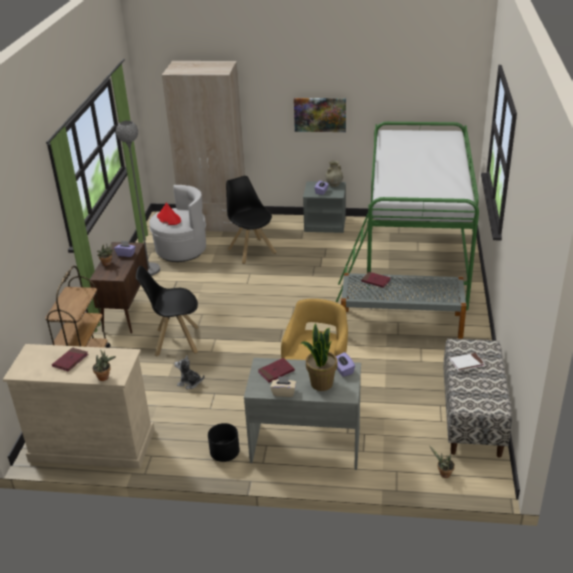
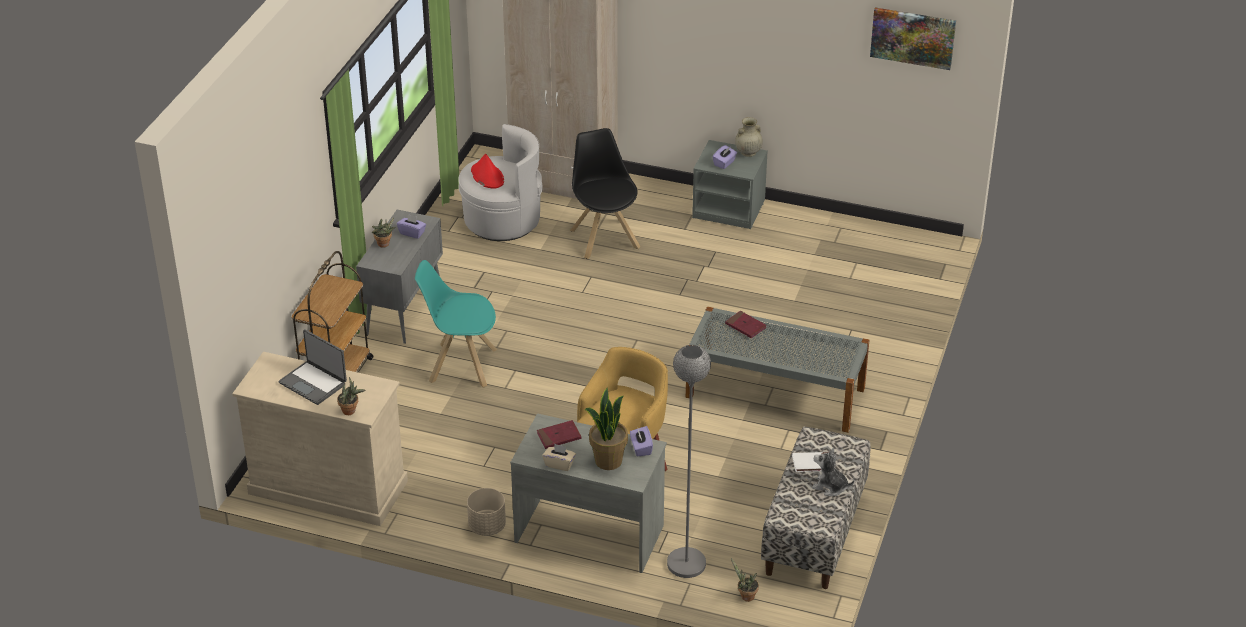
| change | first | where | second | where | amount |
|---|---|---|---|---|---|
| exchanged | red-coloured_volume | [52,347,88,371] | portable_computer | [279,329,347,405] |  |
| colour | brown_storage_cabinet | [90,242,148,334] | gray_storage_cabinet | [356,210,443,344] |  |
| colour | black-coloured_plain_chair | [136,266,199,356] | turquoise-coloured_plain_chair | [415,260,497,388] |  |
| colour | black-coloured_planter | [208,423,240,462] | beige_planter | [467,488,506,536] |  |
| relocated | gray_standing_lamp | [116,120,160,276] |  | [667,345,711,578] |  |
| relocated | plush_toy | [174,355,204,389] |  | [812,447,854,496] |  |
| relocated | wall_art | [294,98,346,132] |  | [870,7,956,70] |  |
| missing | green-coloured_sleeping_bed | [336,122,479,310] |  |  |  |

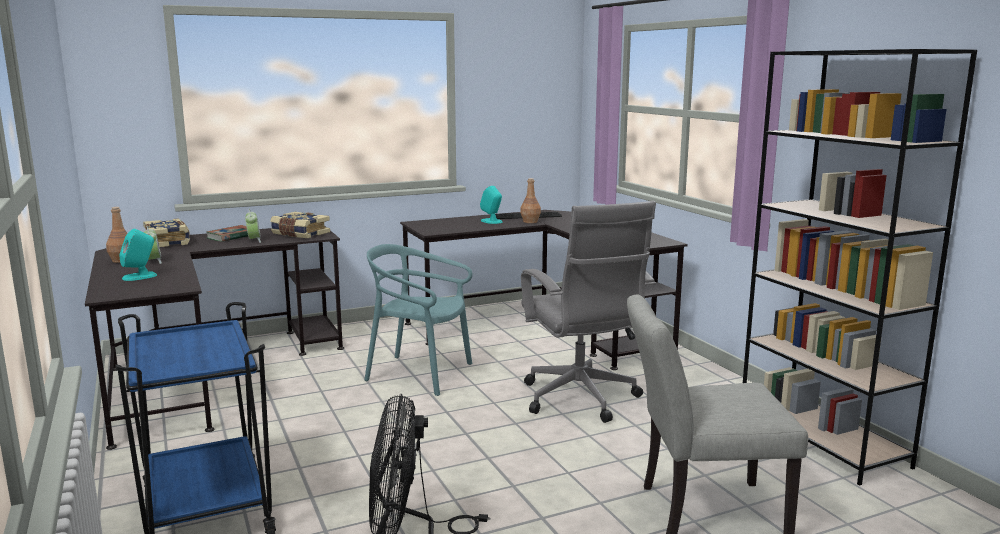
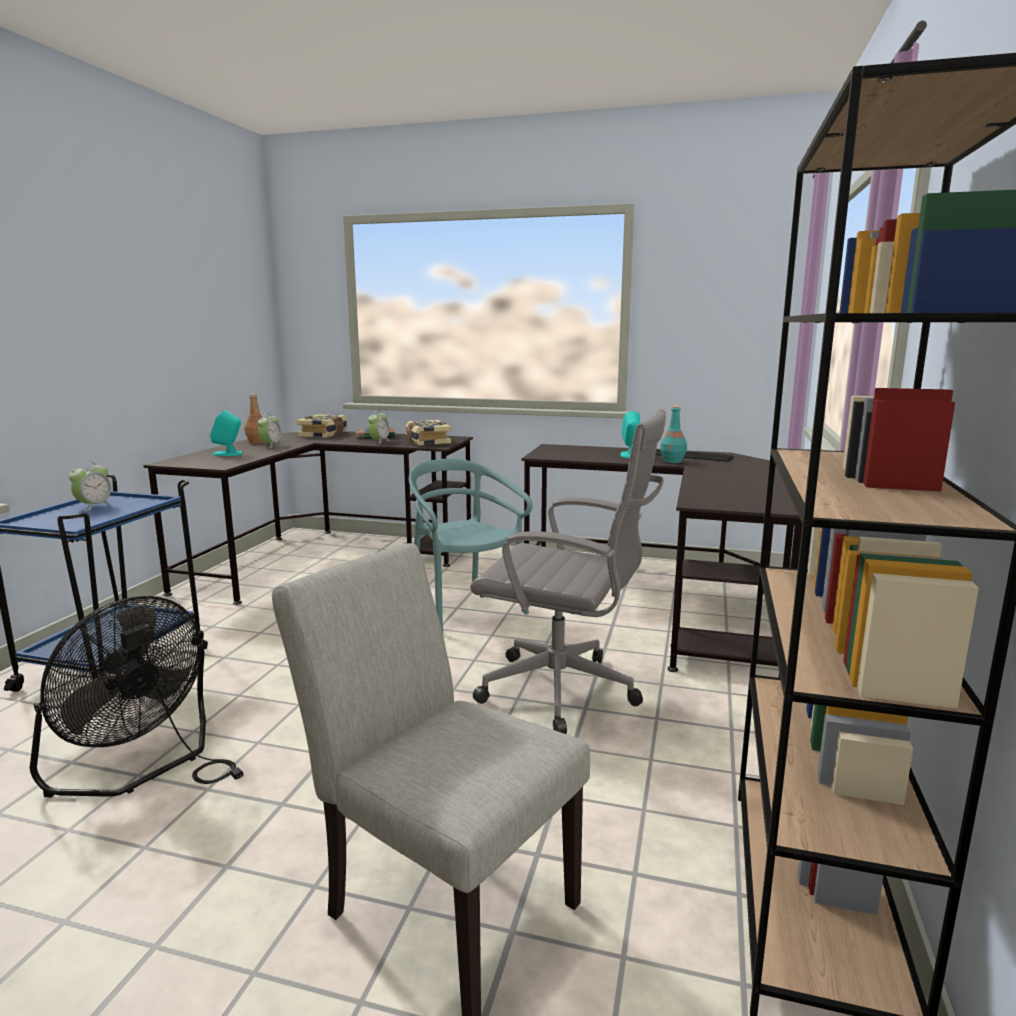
| change | first | where | second | where | amount |
|---|---|---|---|---|---|
| appeared |  |  | bedside_clock | [69,461,115,511] |  |
| spun | gray_office_chair | [521,201,656,423] |  | [470,409,666,734] | 90 degrees counterclockwise |
| colour | brown_bottle | [520,178,541,223] | turquoise-coloured_bottle | [660,406,687,463] |  |

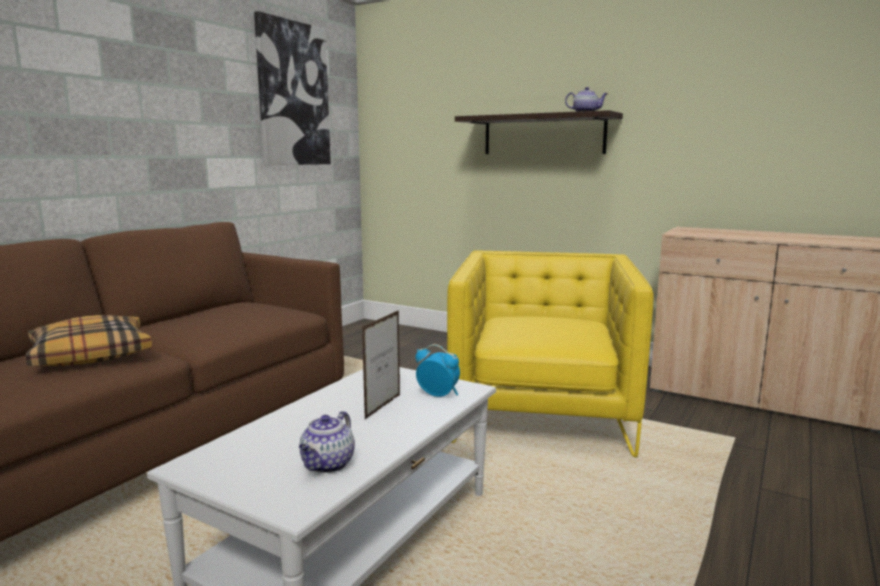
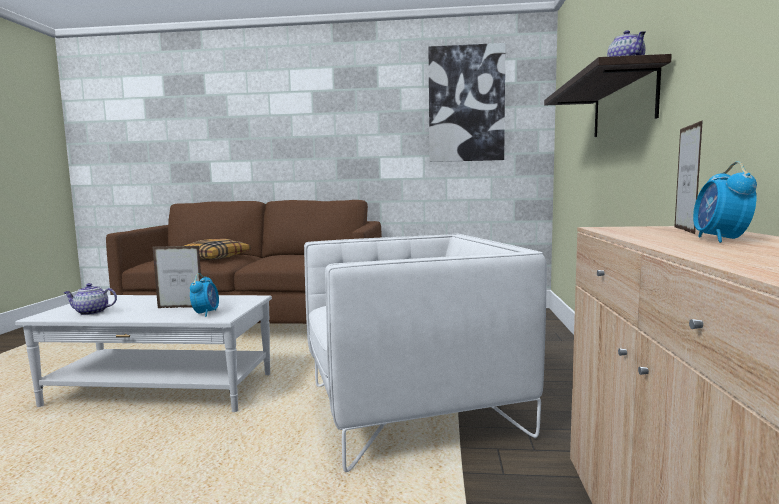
| change | first | where | second | where | amount |
|---|---|---|---|---|---|
| colour | yellow_lounge_chair | [447,250,653,457] | white-coloured_lounge_chair | [304,234,547,472] |  |
| appeared |  |  | picture_frame | [674,120,703,234] |  |
| appeared |  |  | bedside_clock | [693,161,757,243] |  |

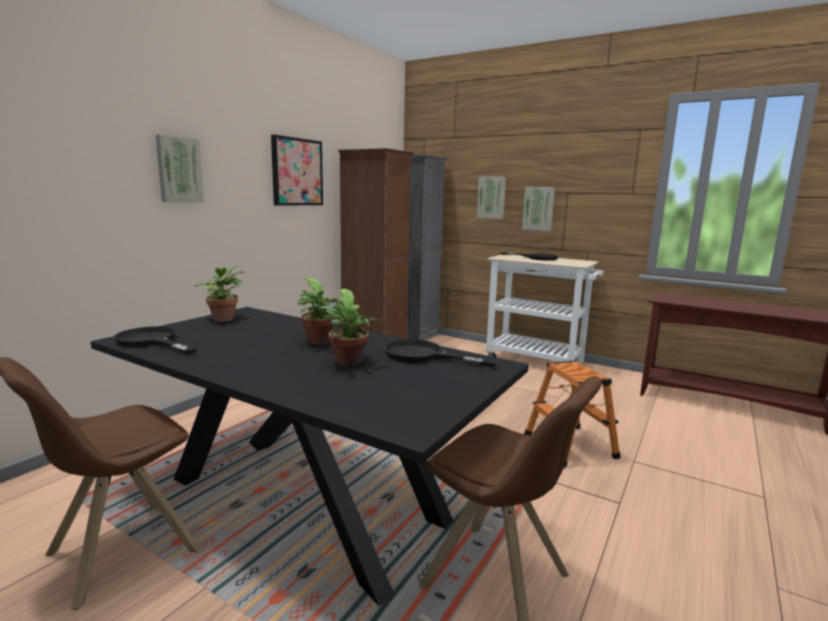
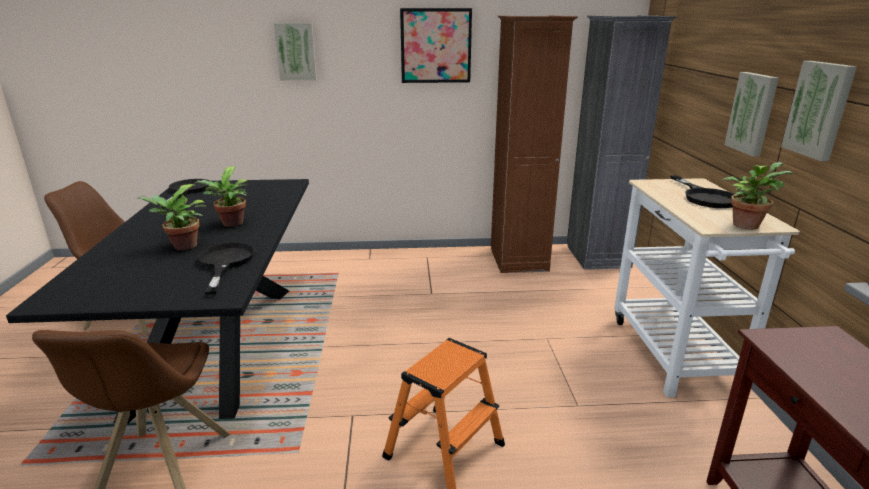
| change | first | where | second | where | amount |
|---|---|---|---|---|---|
| relocated | plant_in_a_pot | [194,266,244,322] |  | [723,162,792,230] |  |
| relocated | wall_art | [477,177,506,219] |  | [781,61,857,161] |  |

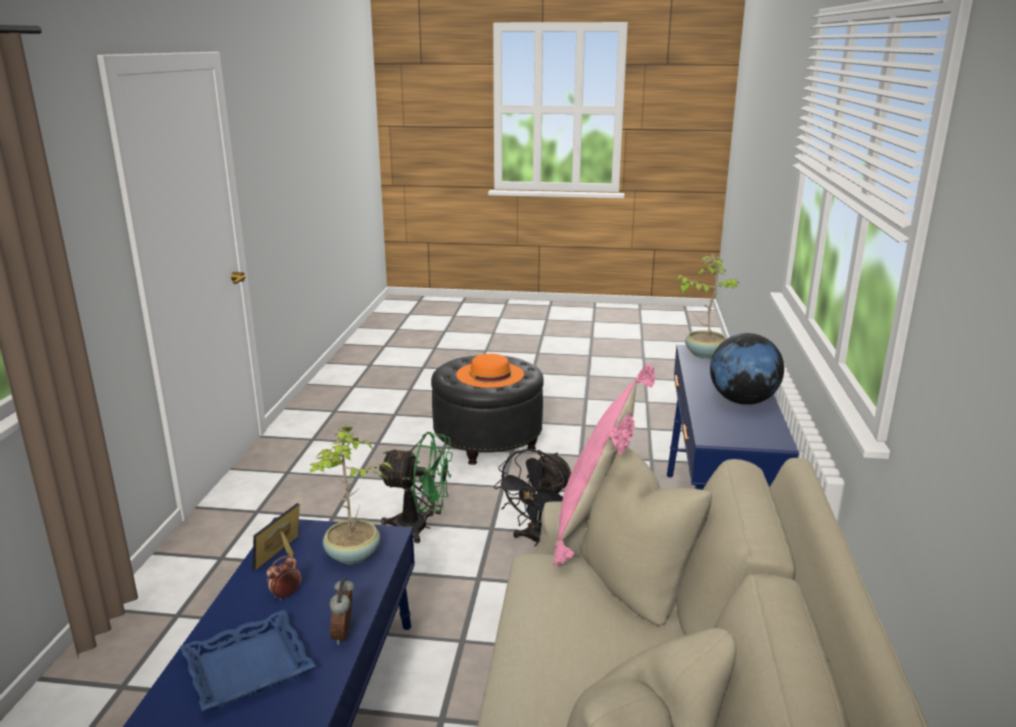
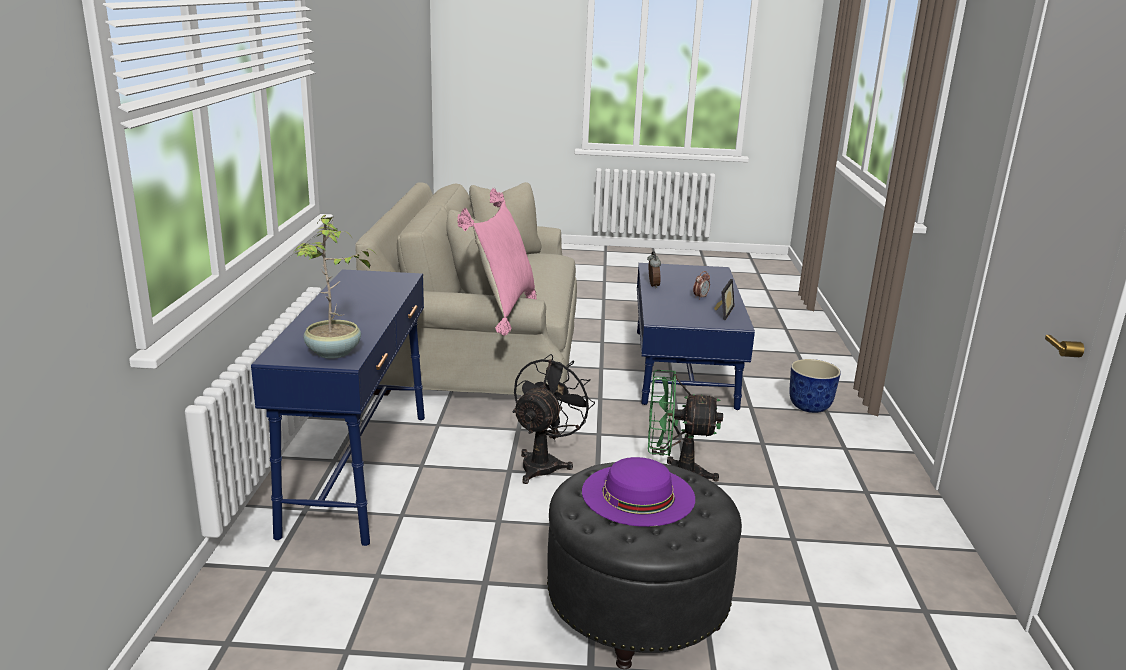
| change | first | where | second | where | amount |
|---|---|---|---|---|---|
| colour | orange-coloured_wearable_hat | [456,354,524,388] | purple-coloured_wearable_hat | [582,457,695,527] |  |
| appeared |  |  | planter | [789,359,841,413] |  |
| missing | blue-coloured_tray | [180,610,316,711] |  |  |  |
| missing | plant_in_a_pot | [310,424,393,565] |  |  |  |
| missing | desk_globe | [710,333,784,405] |  |  |  |

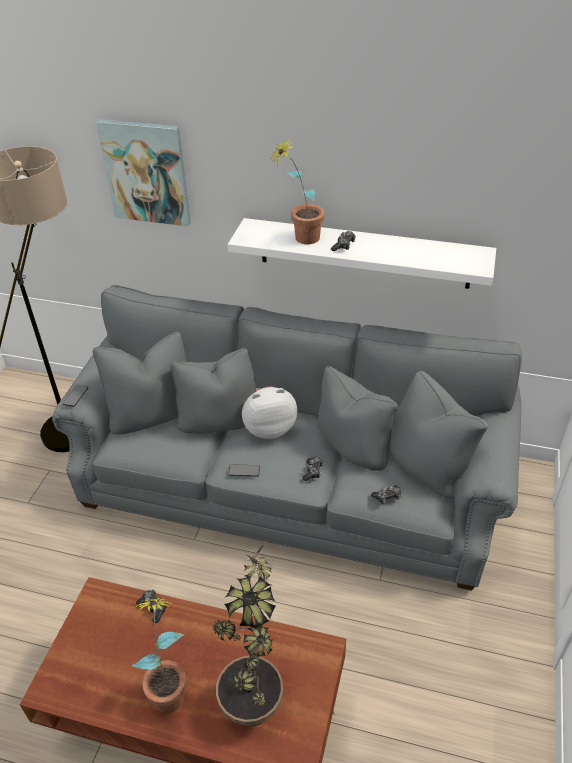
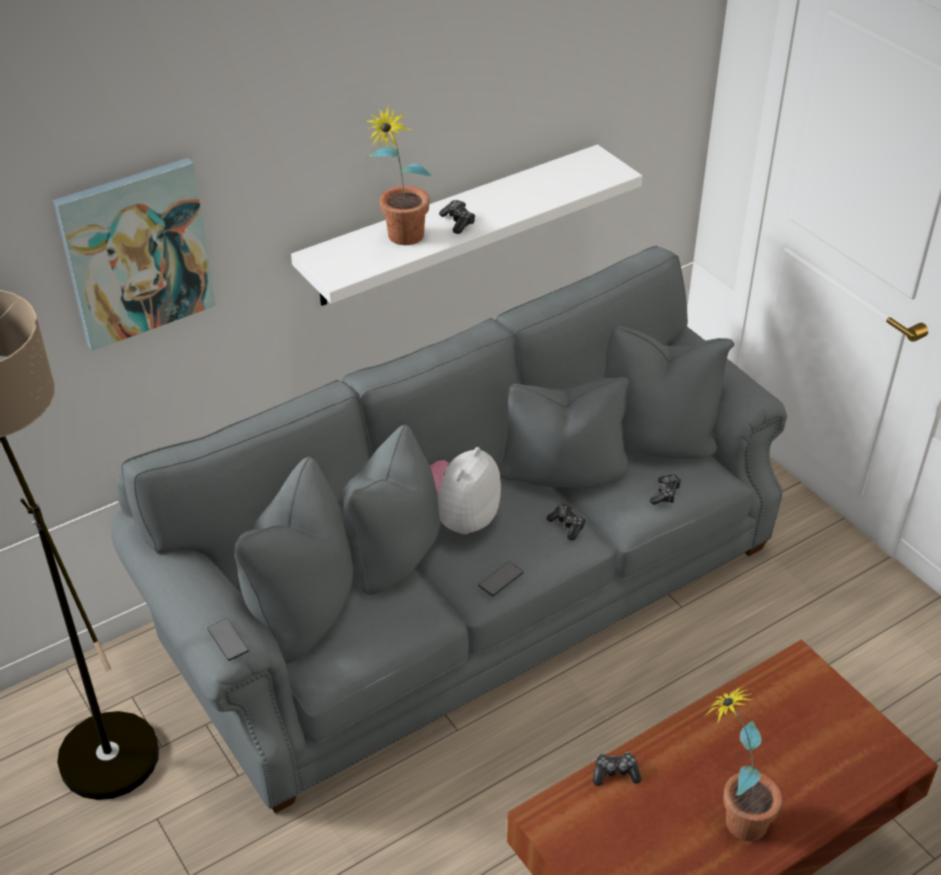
| change | first | where | second | where | amount |
|---|---|---|---|---|---|
| missing | plant_in_a_pot | [212,541,283,727] |  |  |  |

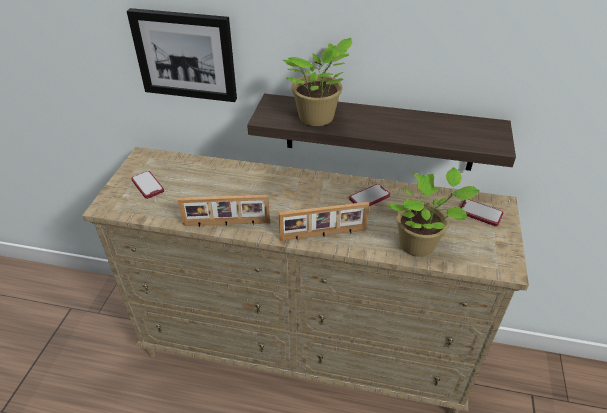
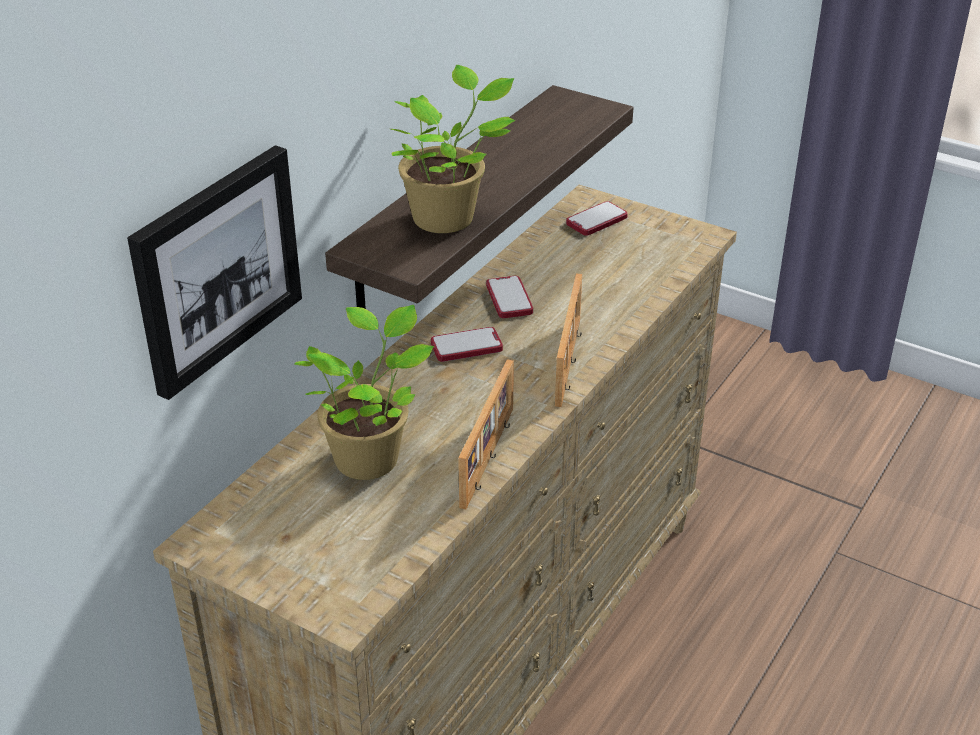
| change | first | where | second | where | amount |
|---|---|---|---|---|---|
| relocated | plant_in_a_pot | [388,167,480,257] |  | [294,305,434,480] |  |
| relocated | phone | [131,171,164,199] |  | [431,327,503,362] |  |

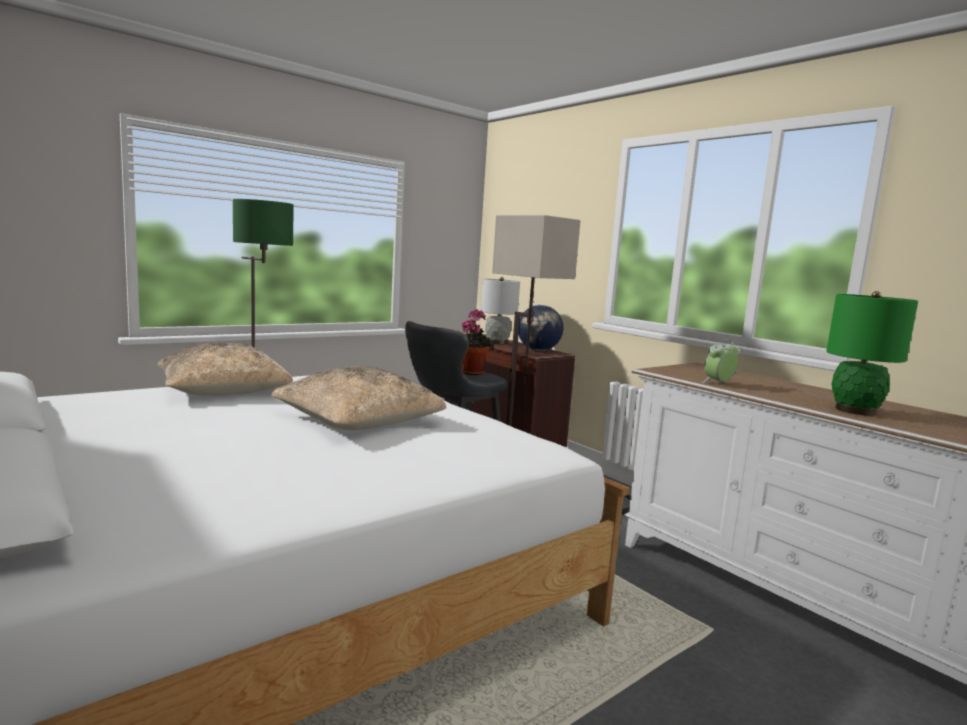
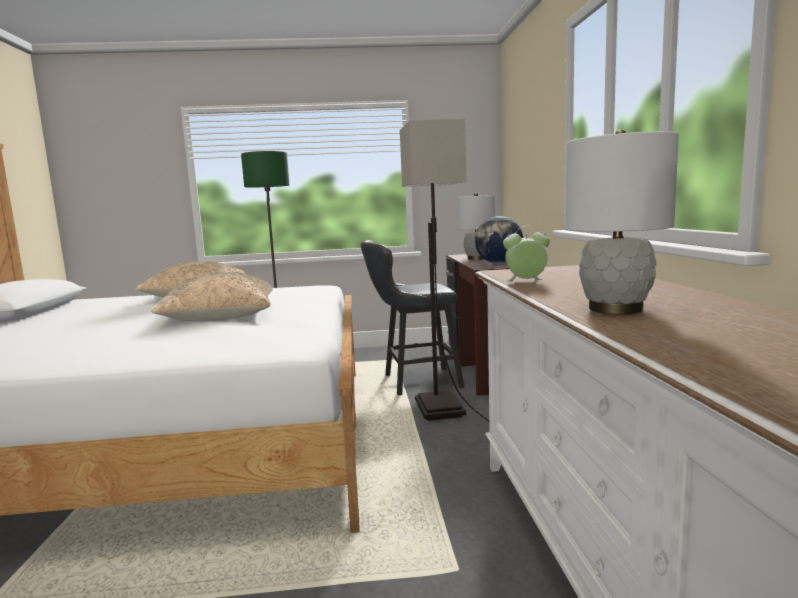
| change | first | where | second | where | amount |
|---|---|---|---|---|---|
| colour | green-coloured_tabletop_lamp | [827,291,918,416] | white-coloured_tabletop_lamp | [566,129,679,314] |  |
| missing | plant_in_a_pot | [461,309,494,375] |  |  |  |

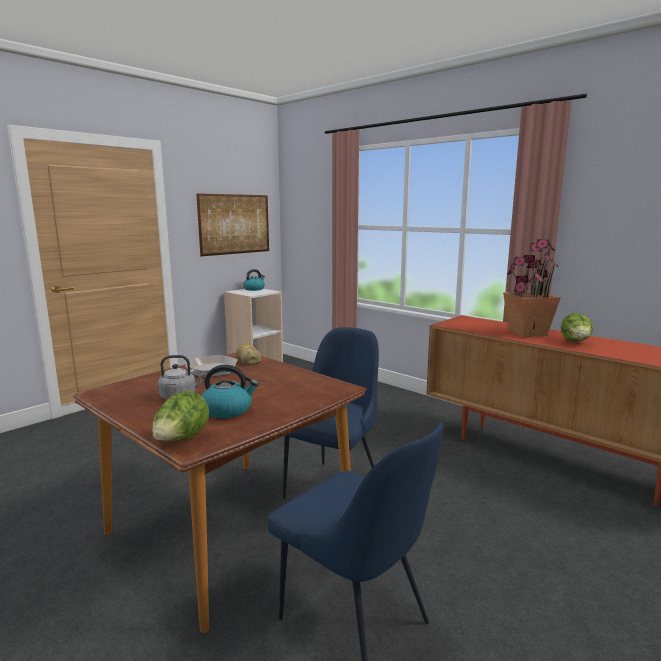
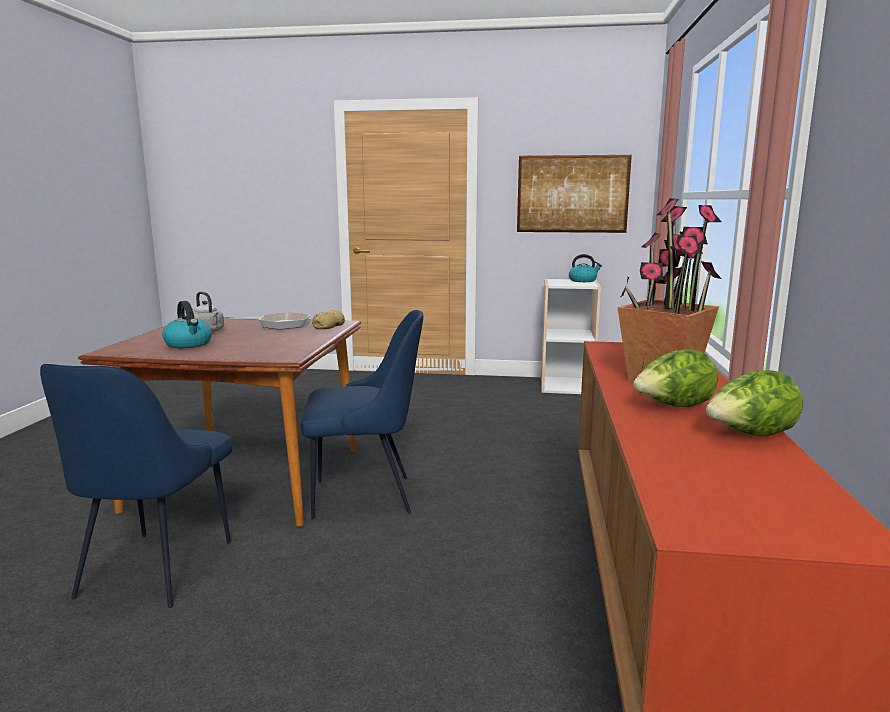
| change | first | where | second | where | amount |
|---|---|---|---|---|---|
| relocated | lettuce | [152,391,209,441] |  | [706,370,803,436] |  |

